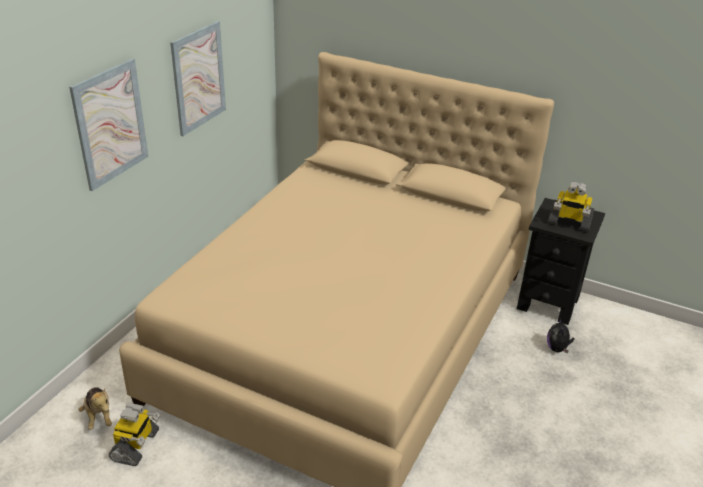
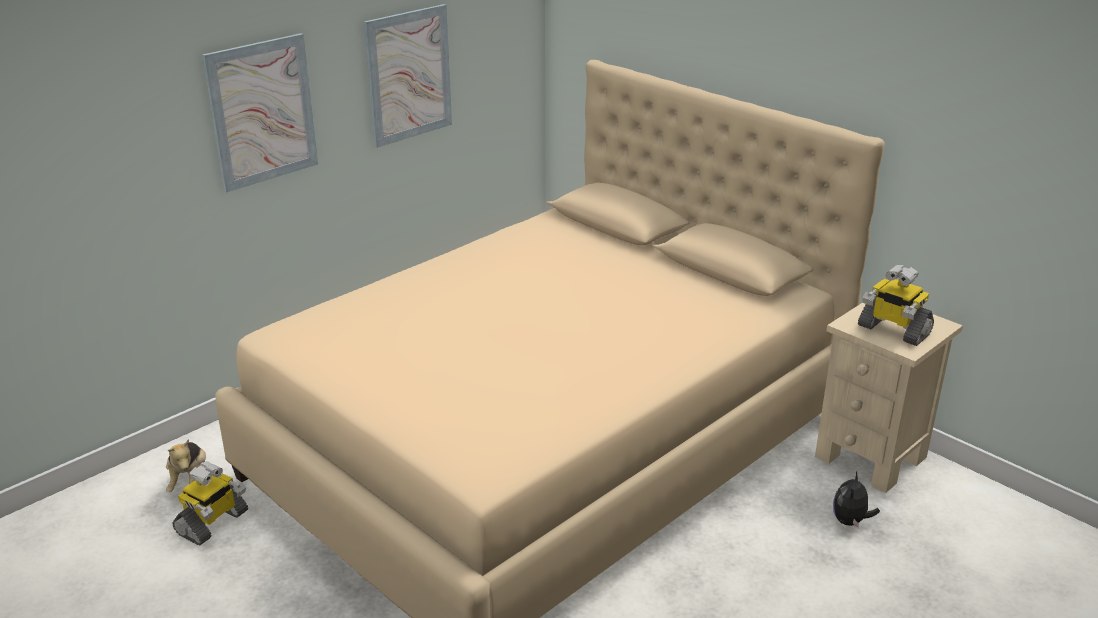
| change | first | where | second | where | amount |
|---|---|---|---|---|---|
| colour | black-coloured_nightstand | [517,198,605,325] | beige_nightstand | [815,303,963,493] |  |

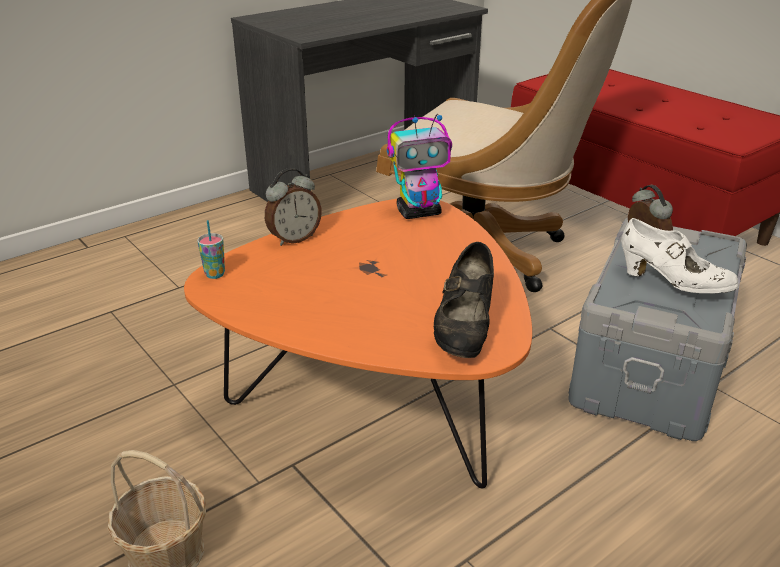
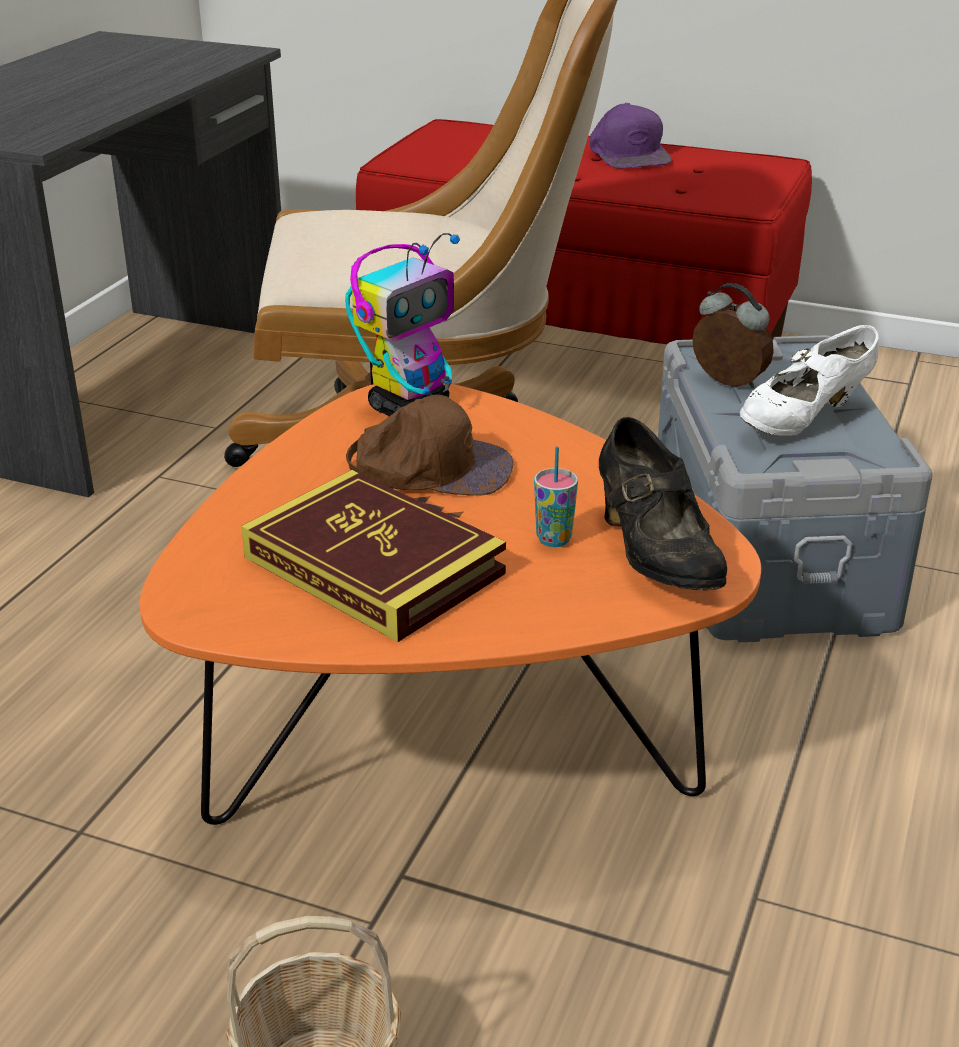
| change | first | where | second | where | amount |
|---|---|---|---|---|---|
| appeared |  |  | volume | [241,470,506,642] |  |
| appeared |  |  | brown_peaked_cap | [346,395,514,496] |  |
| relocated | drinking_cup | [197,220,225,279] |  | [534,447,578,547] |  |
| appeared |  |  | purple-coloured_peaked_cap | [590,103,672,169] |  |
| spun | white-coloured_low_shoe | [621,218,739,293] |  | [740,325,879,436] | 135 degrees clockwise |
| missing | bedside_clock | [265,168,322,246] |  |  |  |

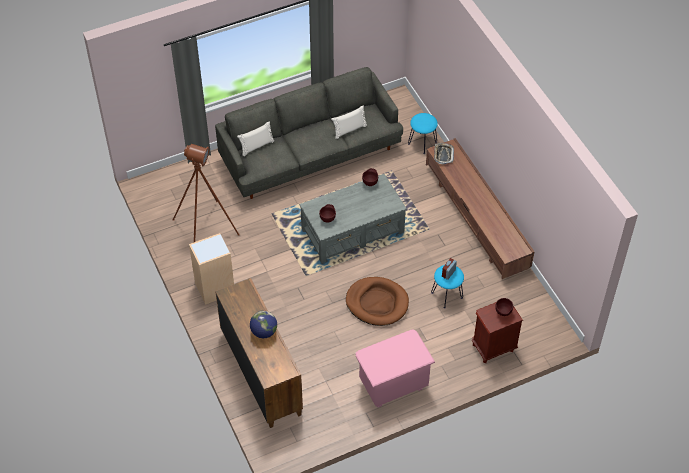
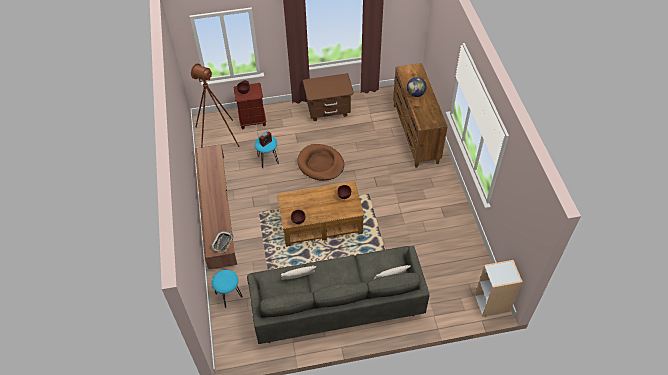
| change | first | where | second | where | amount |
|---|---|---|---|---|---|
| relocated | brown_standing_lamp | [172,144,240,242] |  | [191,63,239,147] |  |
| colour | gray_lounge_table | [299,174,407,263] | brown_lounge_table | [277,181,364,247] |  |
| colour | pink_nightstand | [355,329,435,407] | brown_nightstand | [303,73,354,121] |  |
| relocated | bookshelf | [189,233,234,305] |  | [475,260,523,317] |  |

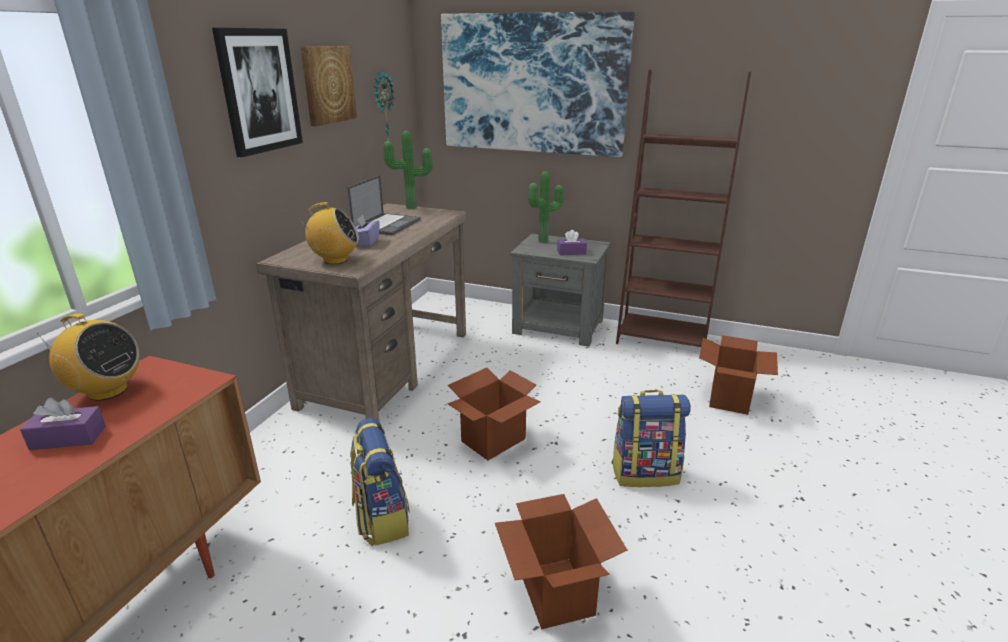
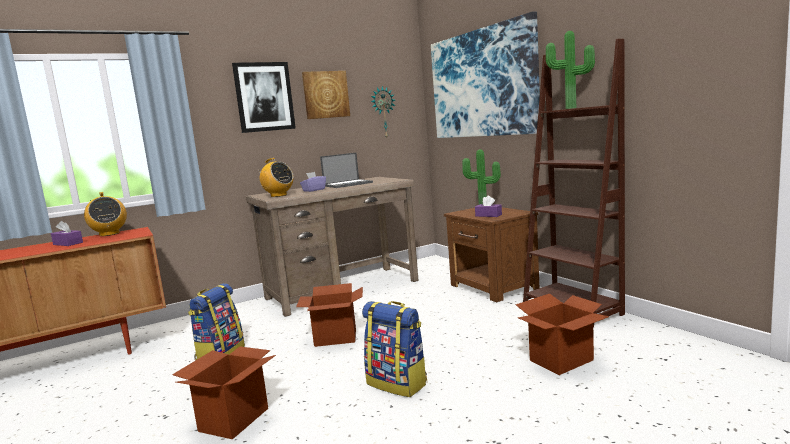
| change | first | where | second | where | amount |
|---|---|---|---|---|---|
| colour | gray_nightstand | [510,234,611,347] | brown_nightstand | [444,207,539,303] |  |
| relocated | plant_in_a_pot | [383,131,433,209] |  | [546,31,595,109] |  |

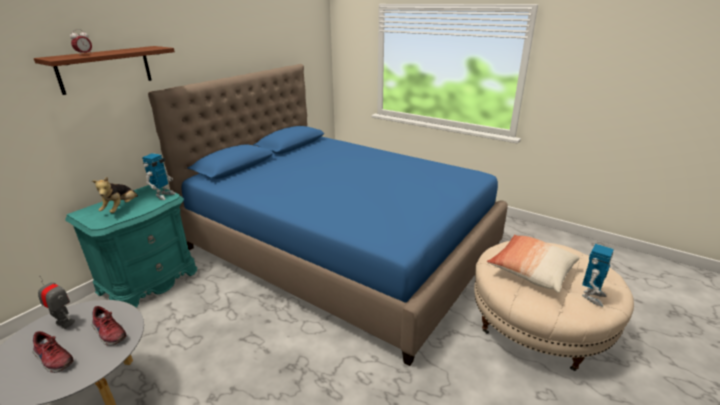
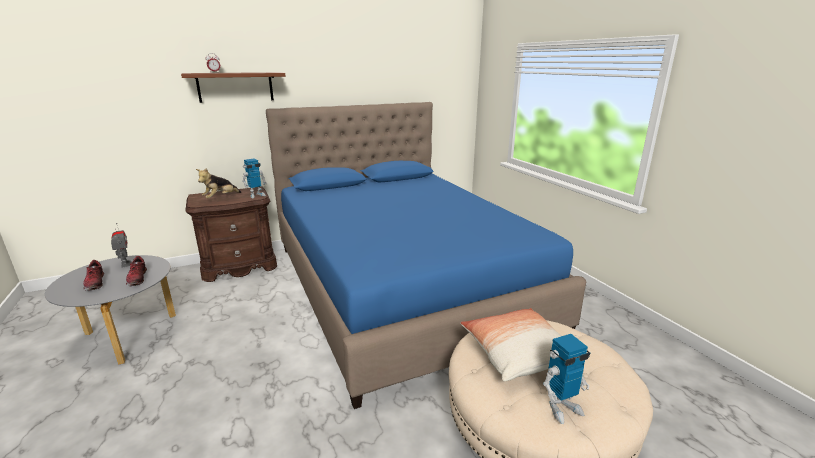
| change | first | where | second | where | amount |
|---|---|---|---|---|---|
| colour | turquoise-coloured_nightstand | [65,185,197,307] | brown_nightstand | [185,186,277,282] |  |

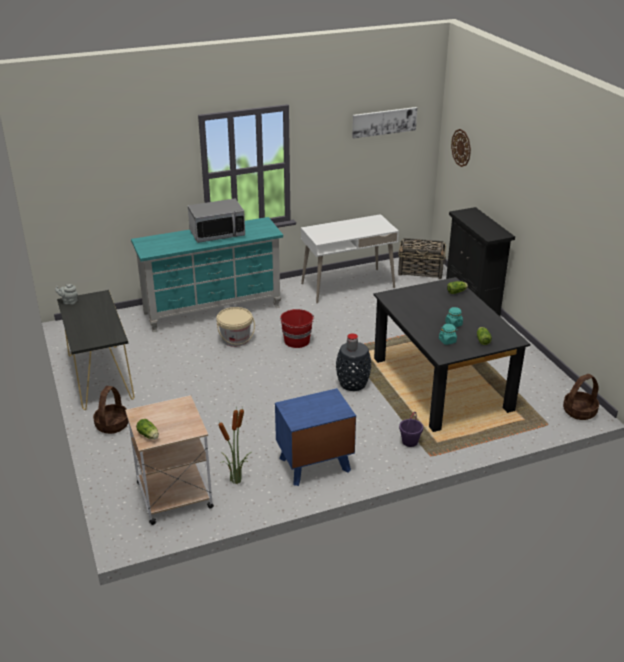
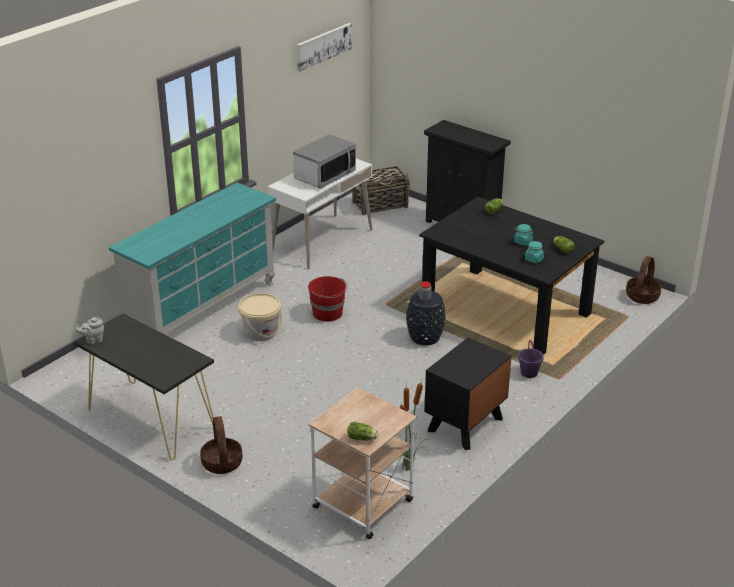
| change | first | where | second | where | amount |
|---|---|---|---|---|---|
| relocated | microwave | [188,199,245,243] |  | [293,134,356,189] |  |
| colour | blue-coloured_nightstand | [275,388,356,486] | black-coloured_nightstand | [424,337,511,451] |  |
| missing | wall_clock | [451,129,471,167] |  |  |  |

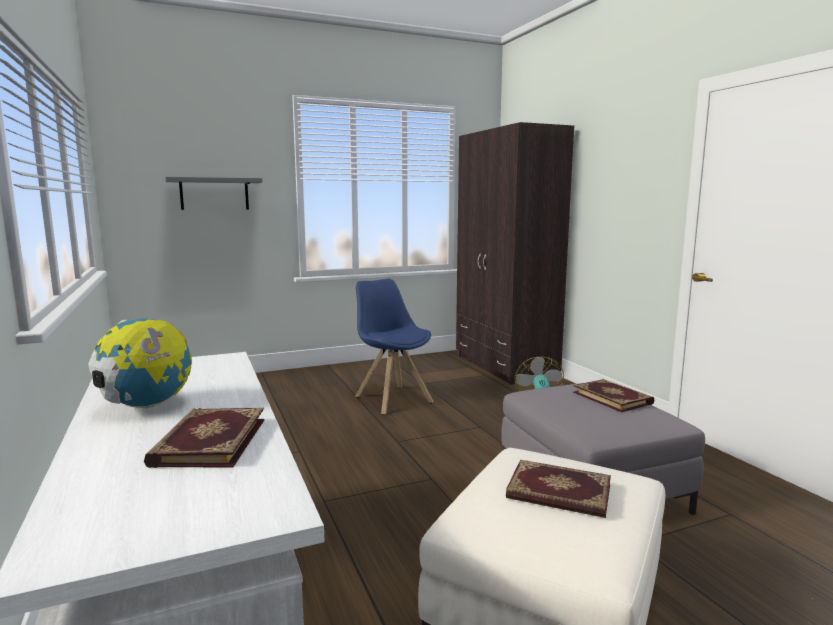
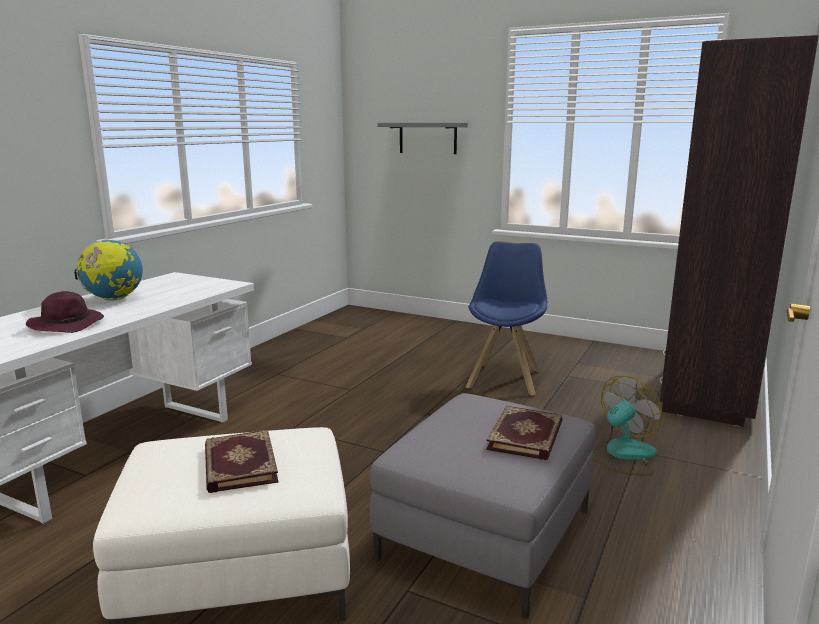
| change | first | where | second | where | amount |
|---|---|---|---|---|---|
| exchanged | volume | [144,408,264,468] | purple-coloured_wearable_hat | [26,291,104,333] |  |

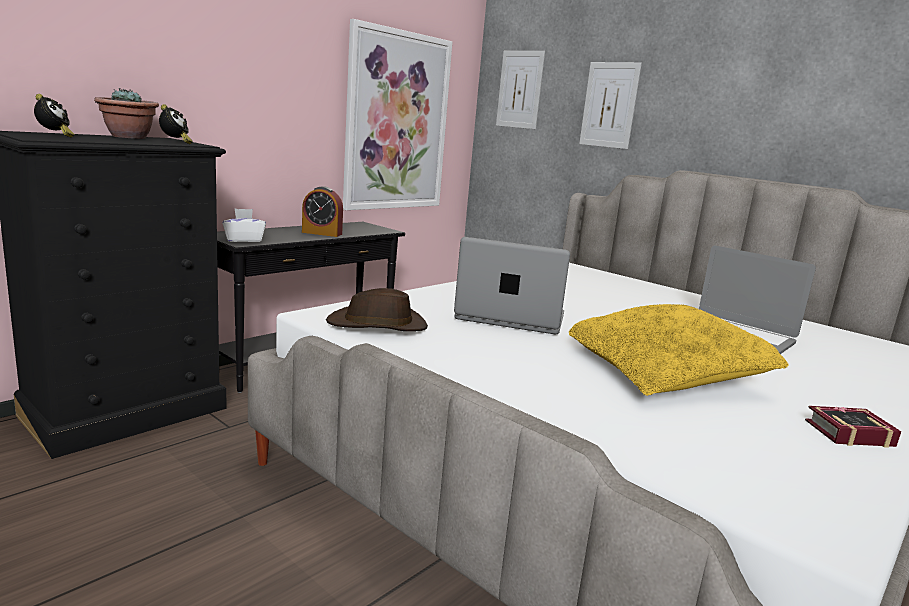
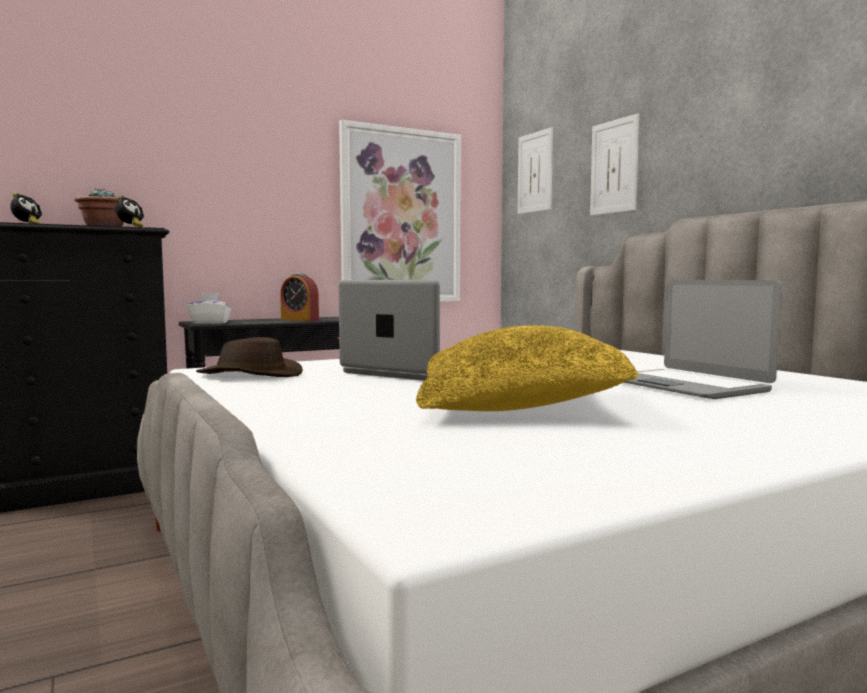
| change | first | where | second | where | amount |
|---|---|---|---|---|---|
| missing | volume | [805,406,901,448] |  |  |  |

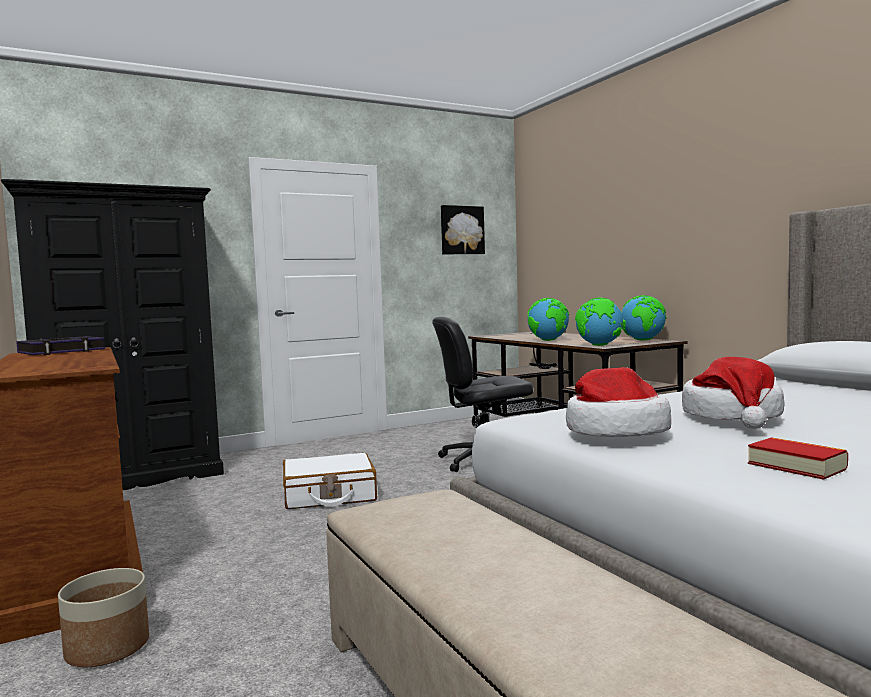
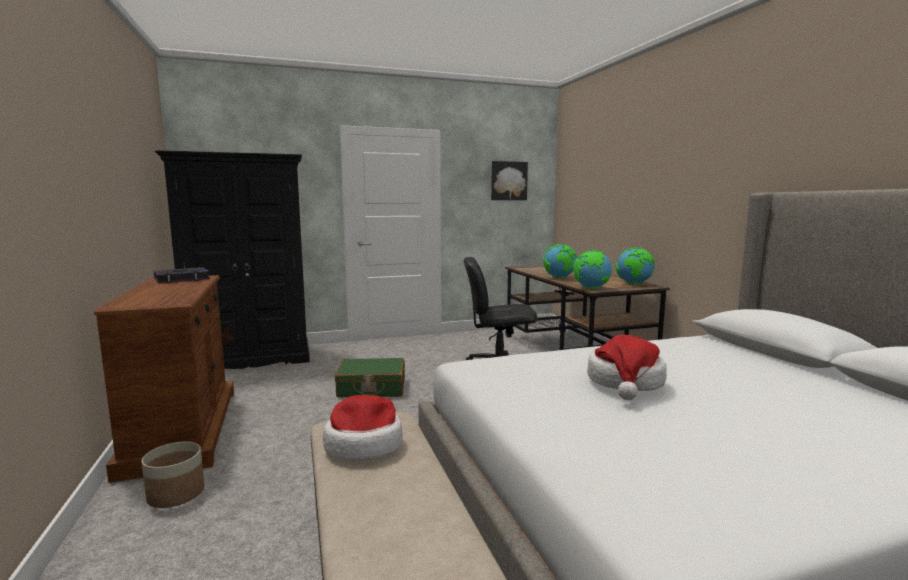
| change | first | where | second | where | amount |
|---|---|---|---|---|---|
| relocated | wearable_hat | [566,367,671,437] |  | [323,395,403,461] |  |
| colour | white-coloured_suitcase | [282,453,377,509] | green-coloured_suitcase | [335,358,405,397] |  |
| missing | volume | [748,437,848,480] |  |  |  |

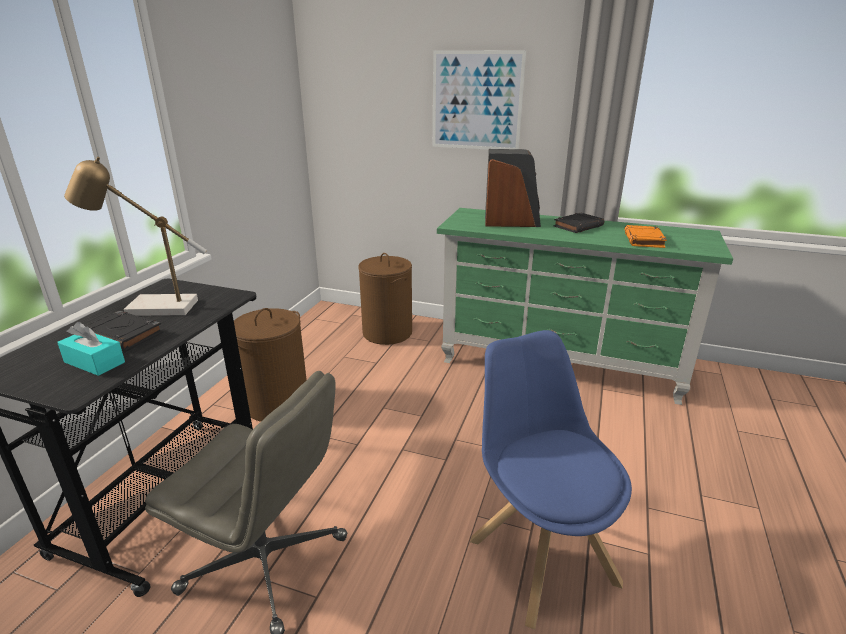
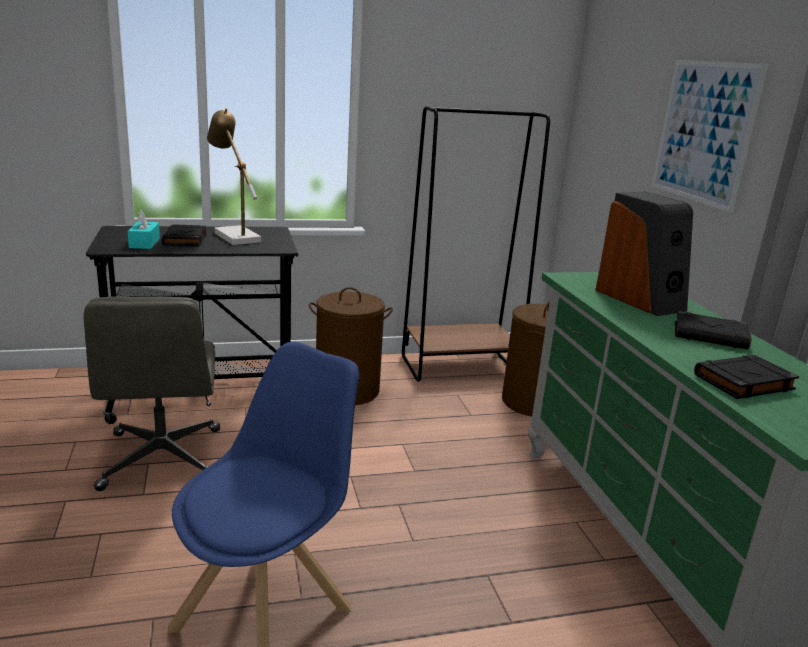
| change | first | where | second | where | amount |
|---|---|---|---|---|---|
| appeared |  |  | garment_rack | [402,106,550,382] |  |
| colour | orange-coloured_volume | [625,225,667,248] | black-coloured_volume | [694,355,799,399] |  |

